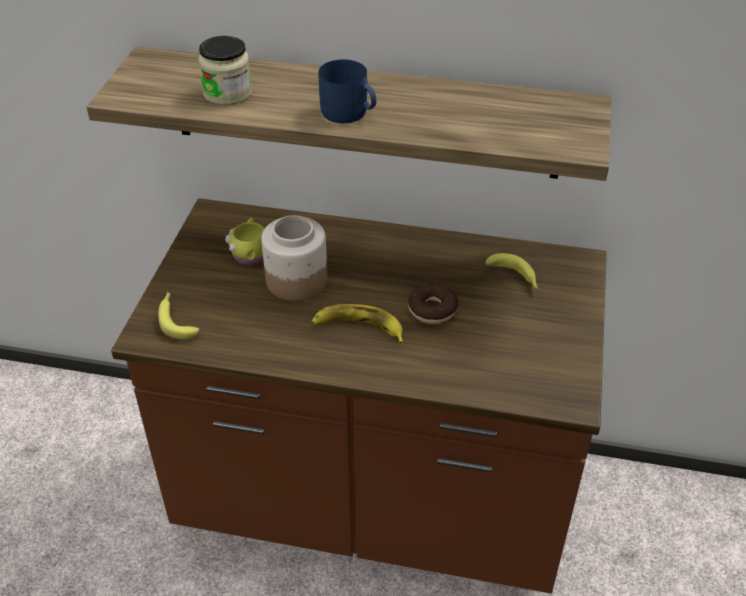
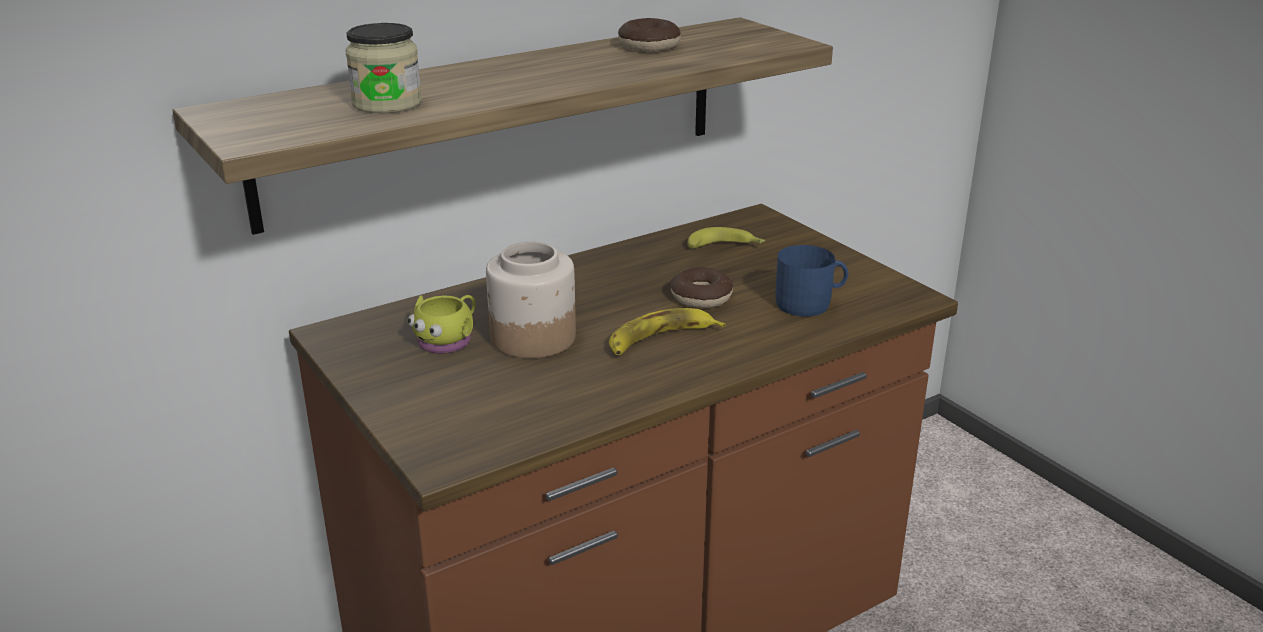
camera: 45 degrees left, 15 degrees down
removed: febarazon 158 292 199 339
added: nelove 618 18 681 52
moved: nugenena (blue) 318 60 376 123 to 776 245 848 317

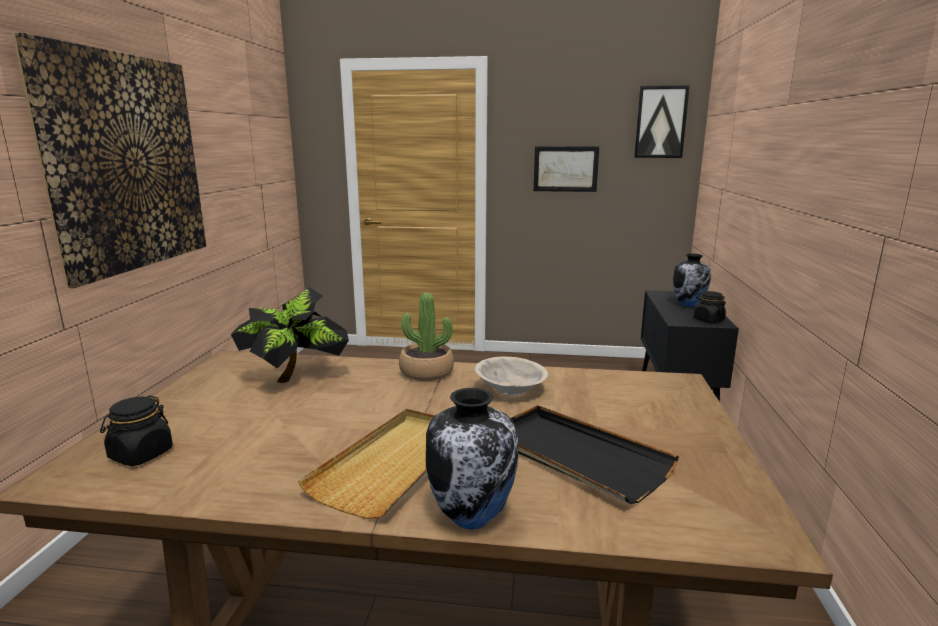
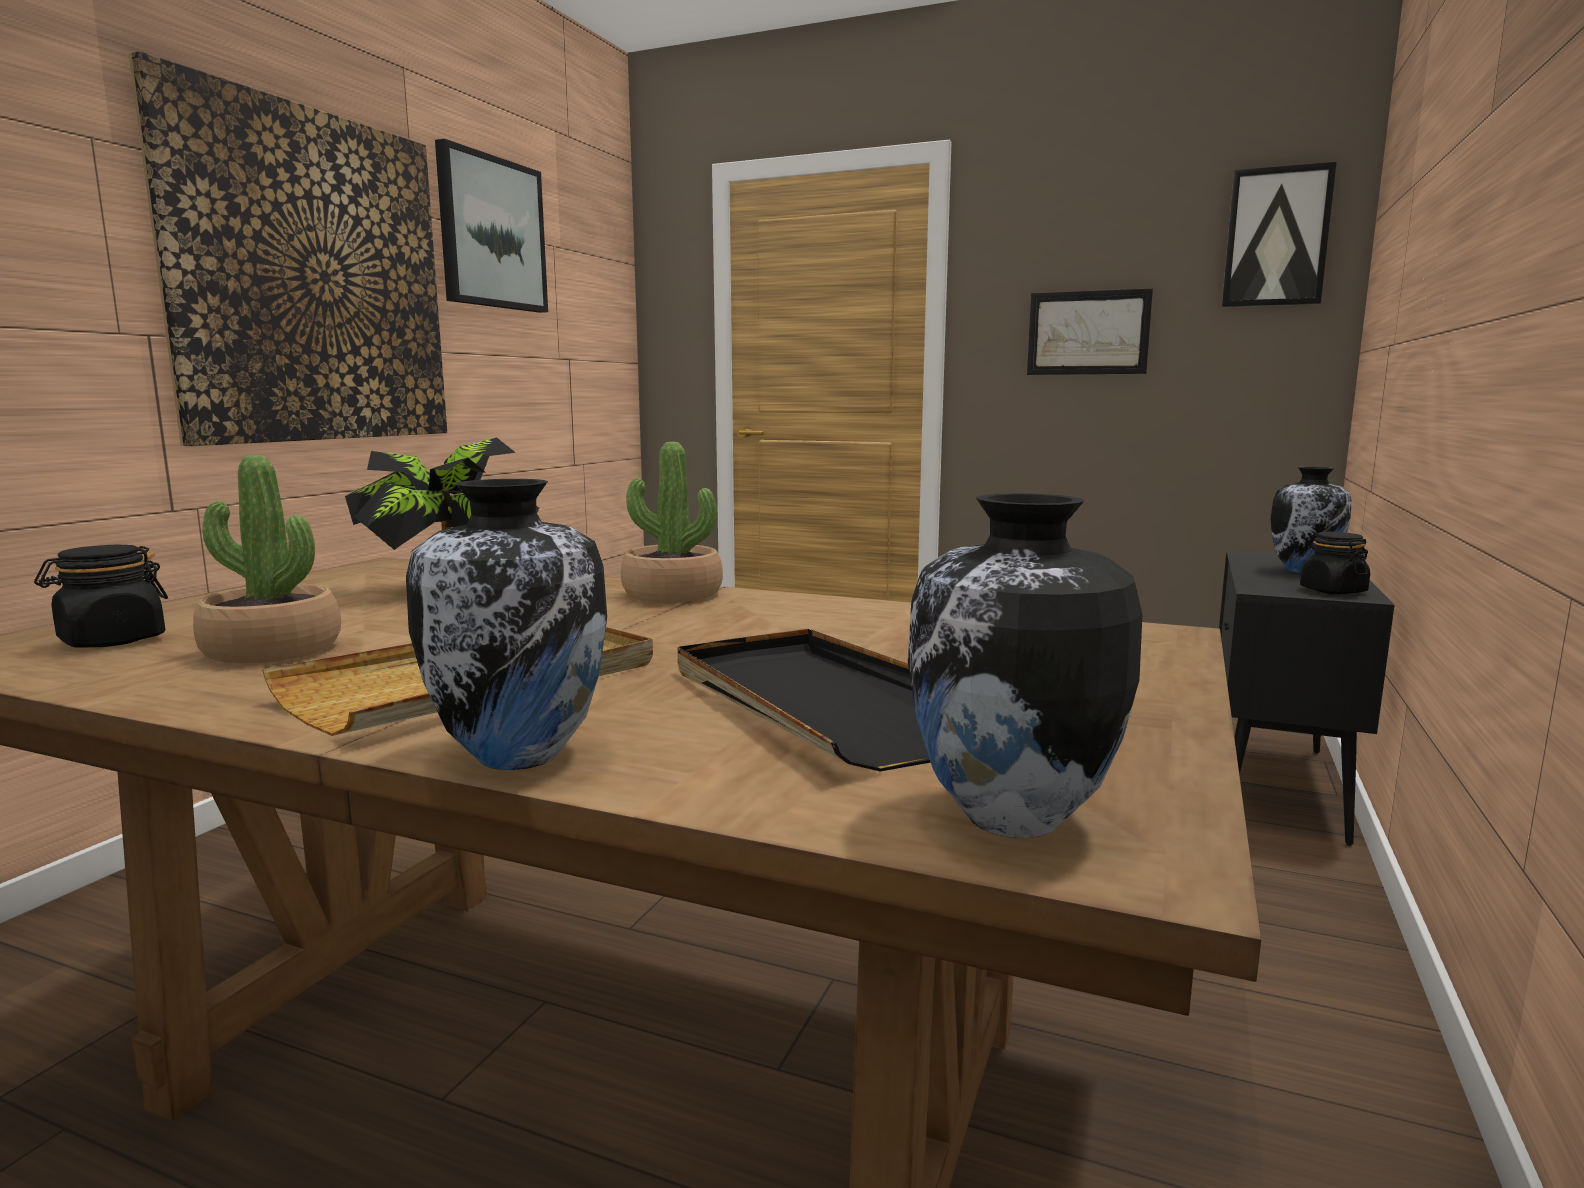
camera: 15 degrees right, 5 degrees down
removed: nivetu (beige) 475 357 548 396
added: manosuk 193 455 341 664; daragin 435 139 548 313; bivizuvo 908 493 1142 838

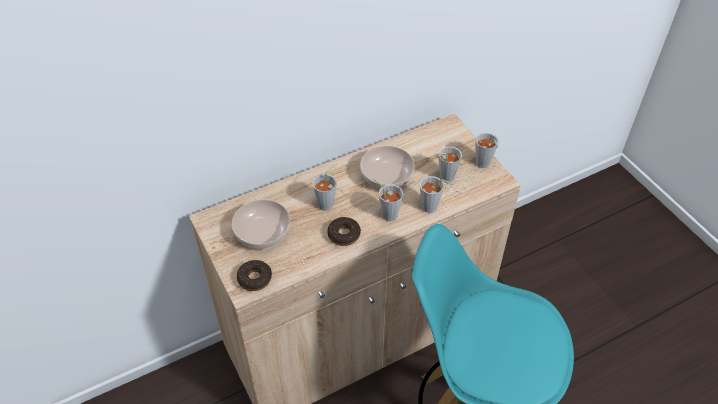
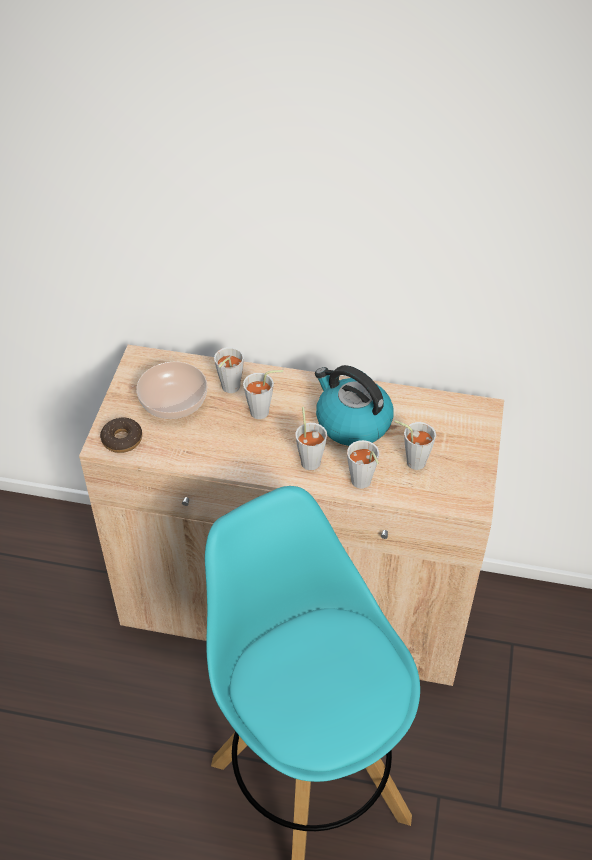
camera: 40 degrees right, 0 degrees up
removed: nelove 327 217 361 246
moved: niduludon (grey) 475 133 499 168 to 214 347 244 393
replaced: nivetu 360 146 415 189 to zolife 315 365 393 446

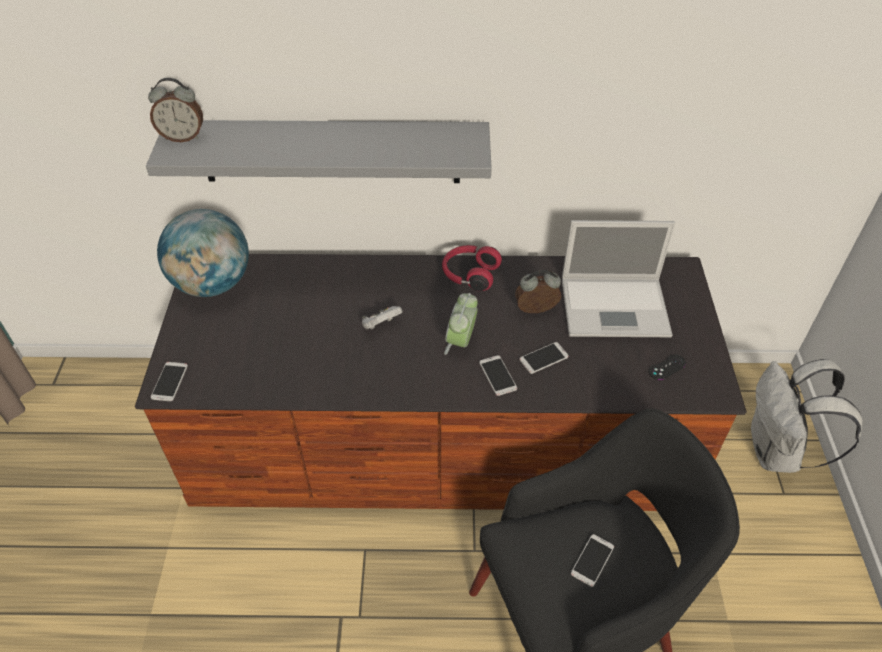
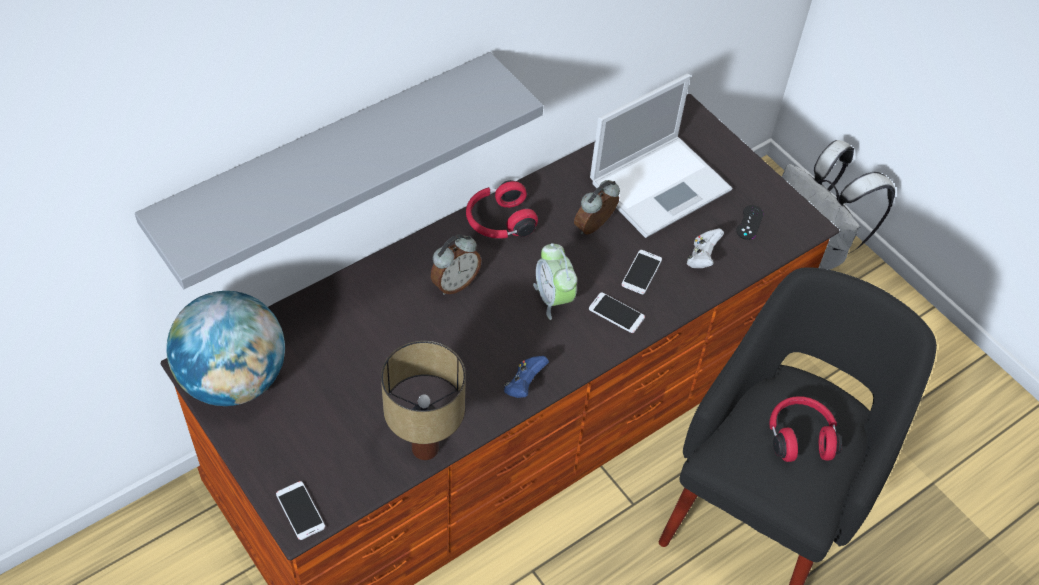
camera: 40 degrees left, 5 degrees up
added: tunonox 381 341 466 460; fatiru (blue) 504 356 549 398
moved: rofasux 148 78 203 142 to 430 235 481 295; fatiru (white) 362 306 402 330 to 687 229 724 268
replaced: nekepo 571 534 614 587 to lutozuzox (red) 769 396 842 462

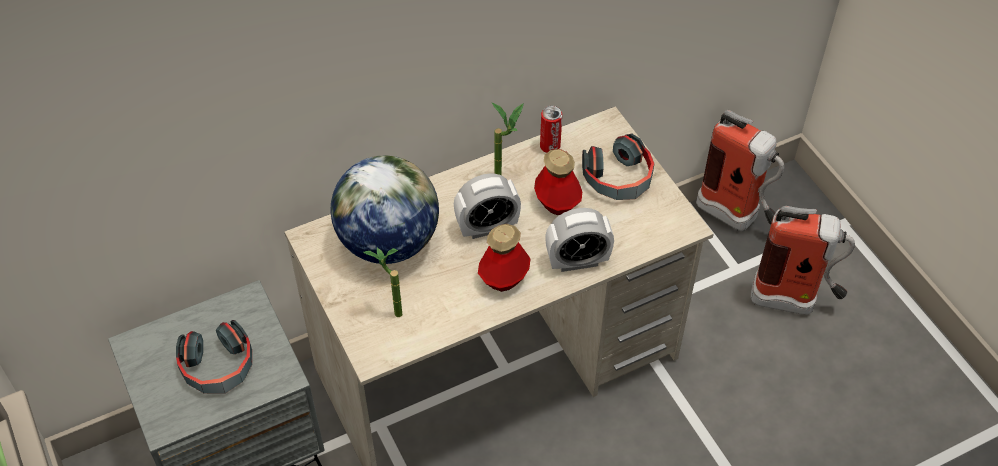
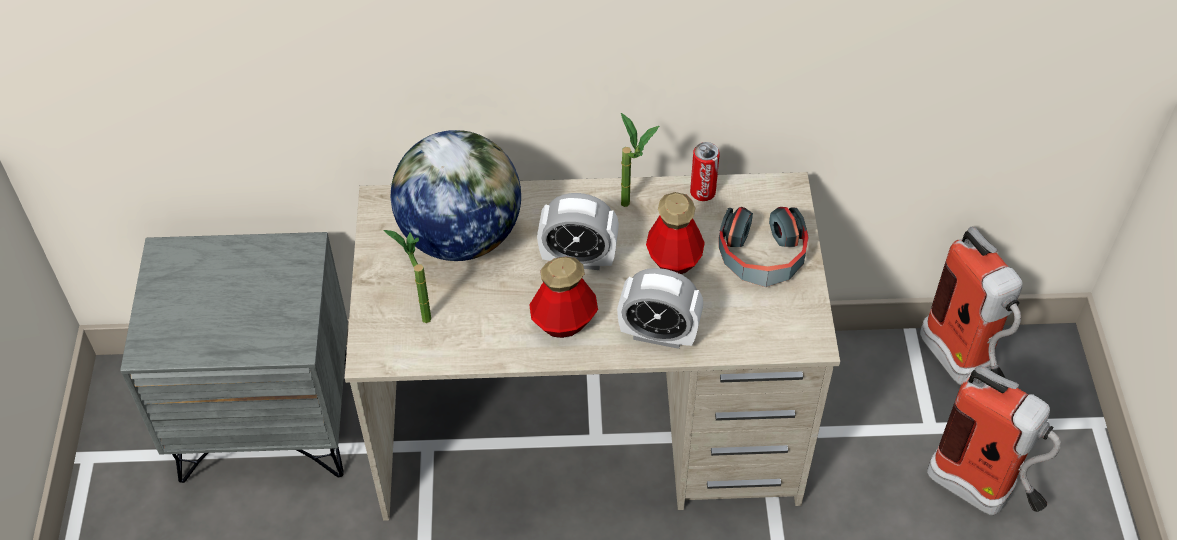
camera: 25 degrees right, 0 degrees up
removed: lutozuzox 176 320 252 394

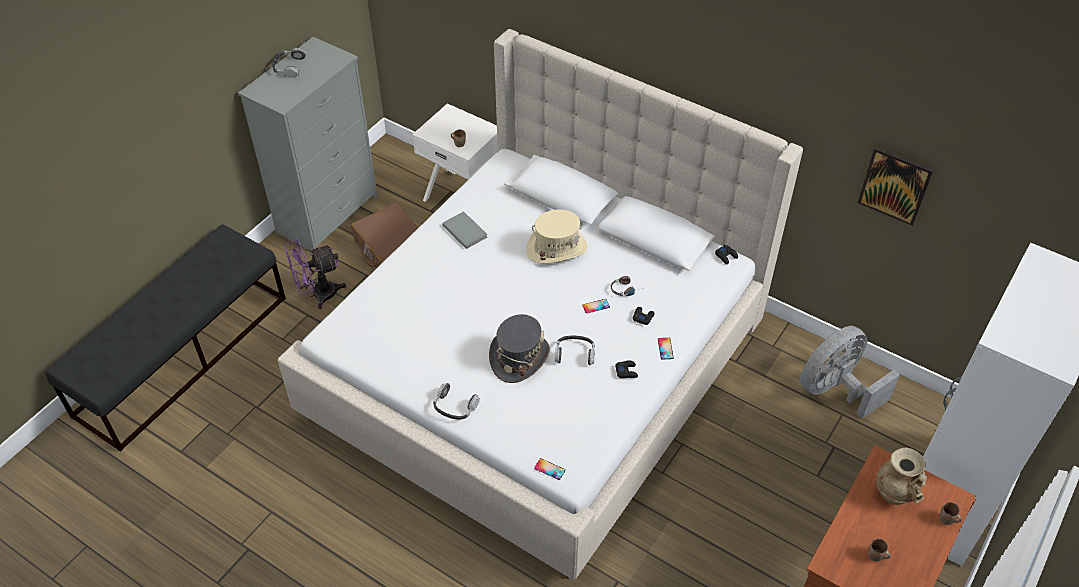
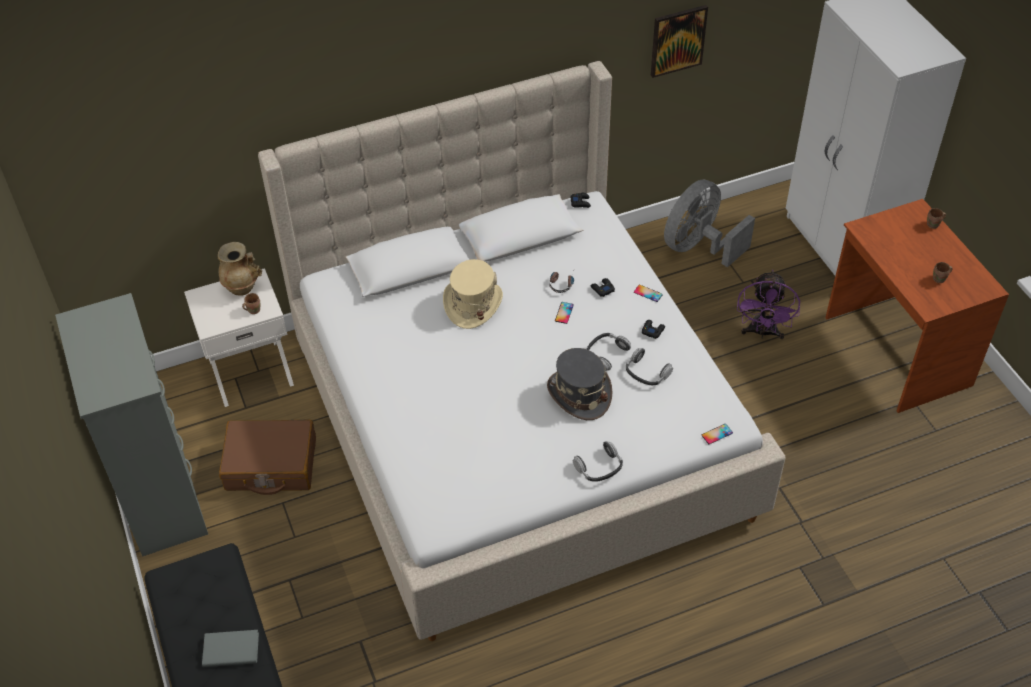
camera: 55 degrees left, 0 degrees up
moved: lutozuzox 272 48 306 78 to 626 348 673 385; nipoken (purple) 284 238 346 309 to 737 270 800 339; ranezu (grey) 442 211 487 249 to 202 630 259 667; bivizuvo (beige) 876 448 927 505 to 218 242 262 296
turned: nipoken (grey) 800 326 900 419 = 664 180 755 267 45 degrees clockwise

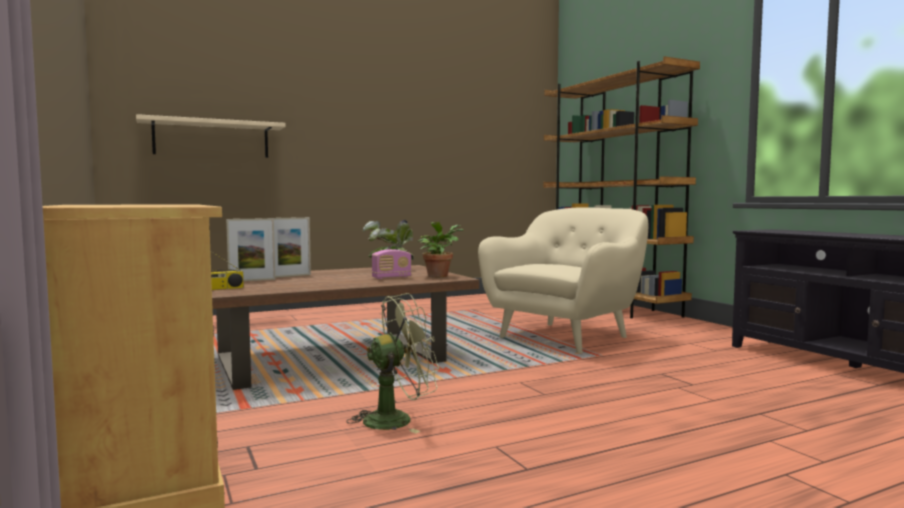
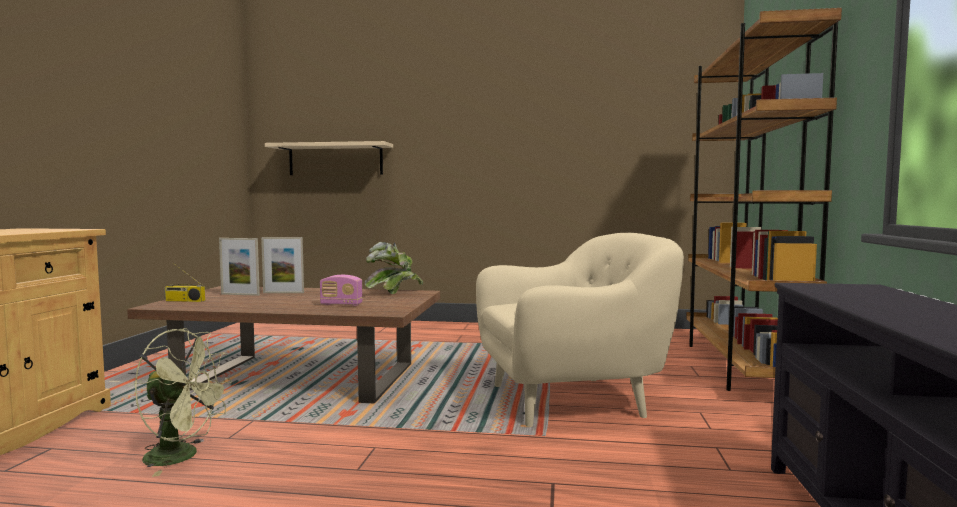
camera: 35 degrees right, 0 degrees up
removed: manosuk 417 222 463 277

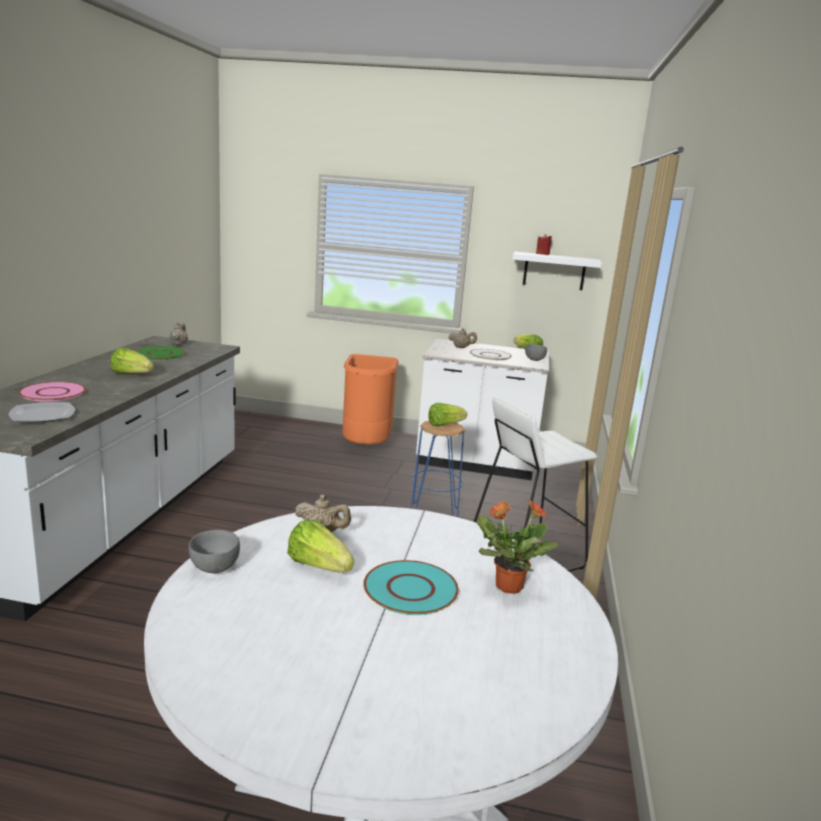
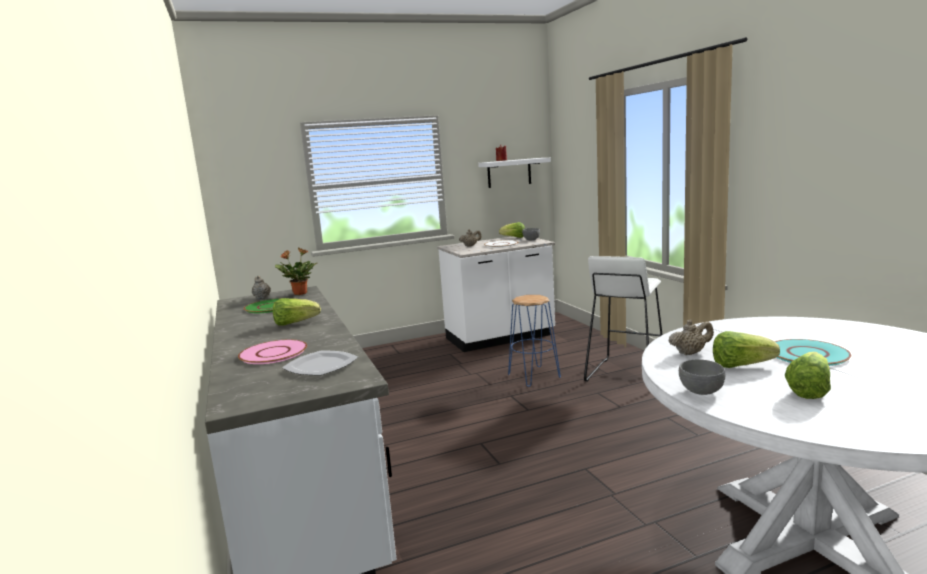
camera: 30 degrees left, 5 degrees down
removed: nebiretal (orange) 342 354 399 445
moved: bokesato 428 403 467 426 to 785 352 831 399; manosuk 476 500 559 594 to 275 247 317 295

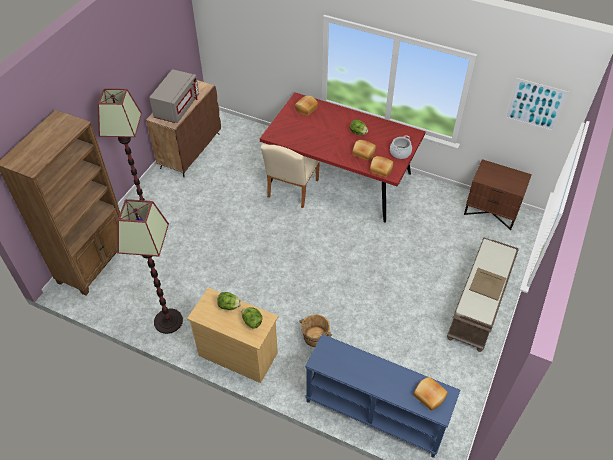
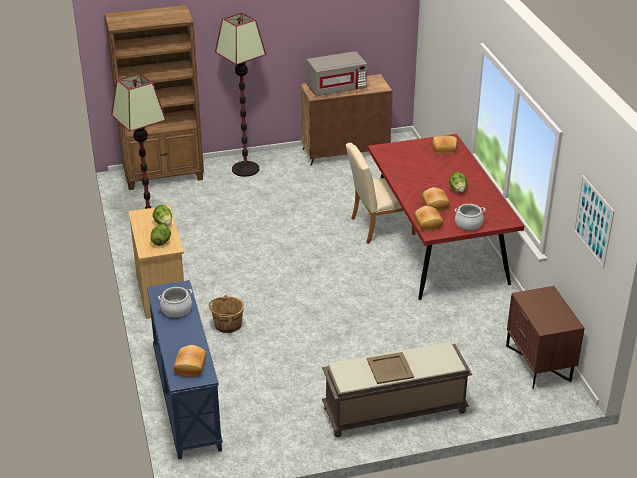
camera: 50 degrees right, 15 degrees down
added: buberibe 158 287 192 318

